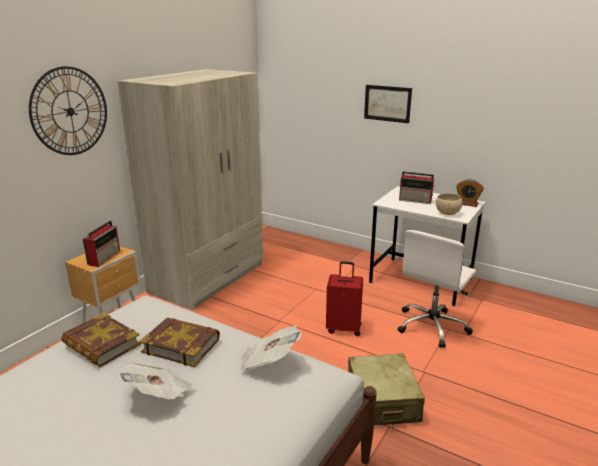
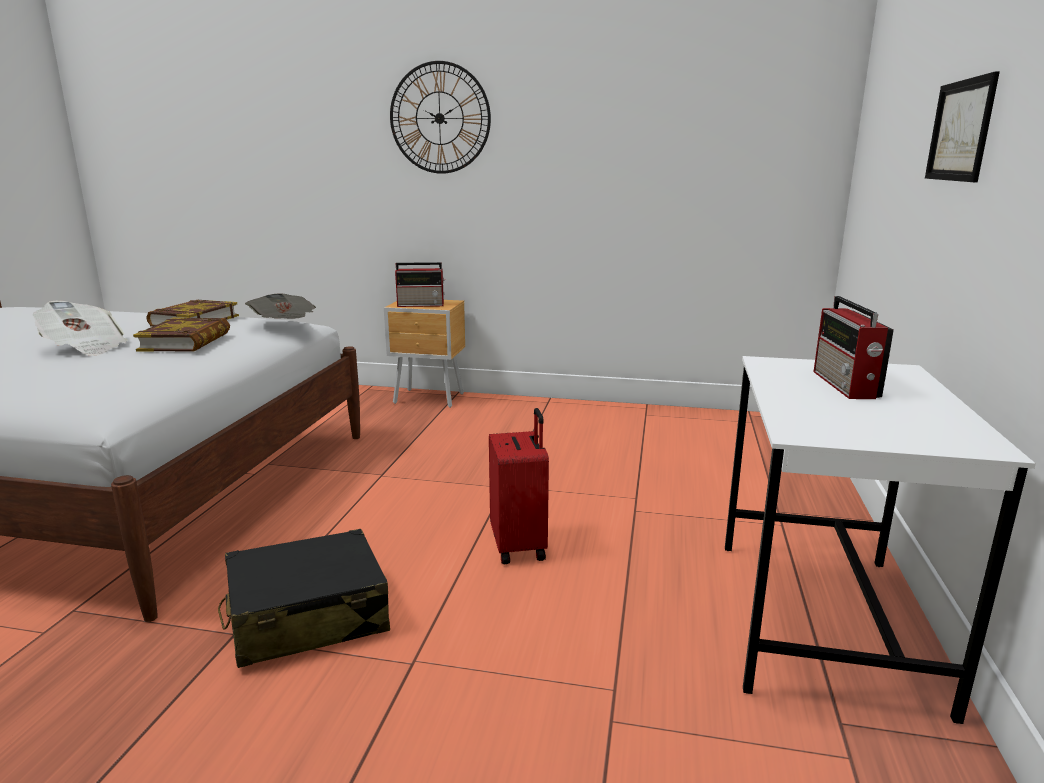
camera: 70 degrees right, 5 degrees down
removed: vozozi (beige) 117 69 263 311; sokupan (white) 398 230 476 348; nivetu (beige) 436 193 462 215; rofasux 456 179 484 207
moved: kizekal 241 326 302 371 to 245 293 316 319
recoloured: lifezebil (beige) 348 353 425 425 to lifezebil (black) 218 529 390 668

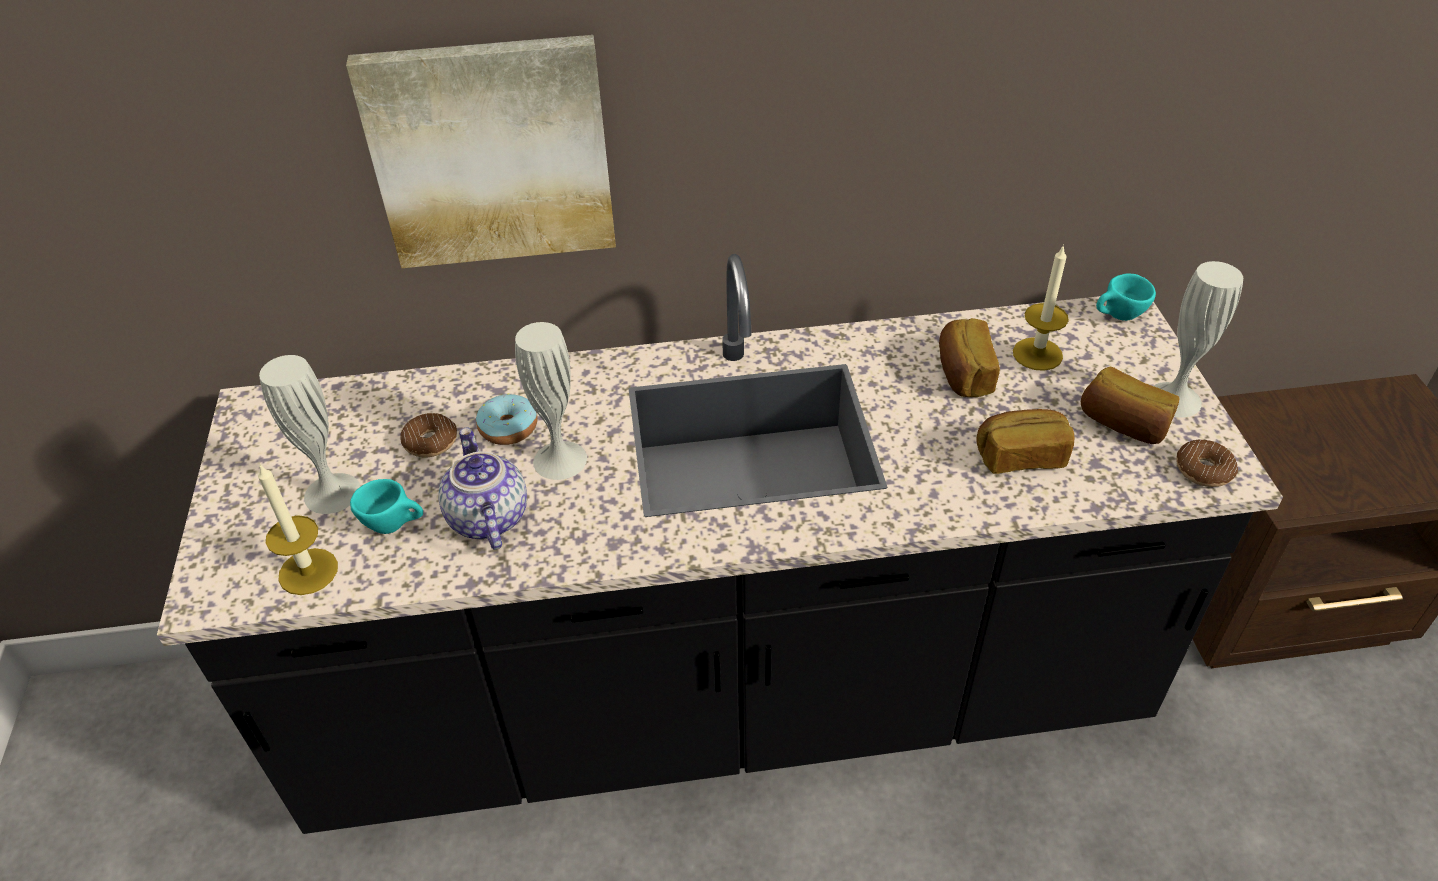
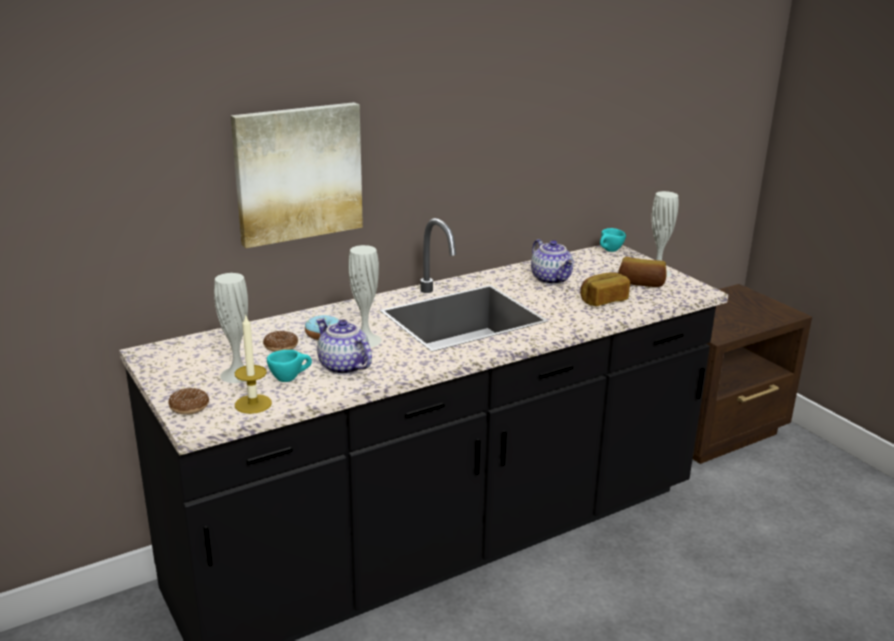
camera: 25 degrees left, 20 degrees down
removed: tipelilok 1013 244 1069 371
moved: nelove 1176 439 1238 487 to 168 388 209 415
replaced: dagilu 939 318 1000 397 to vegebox 531 239 574 285

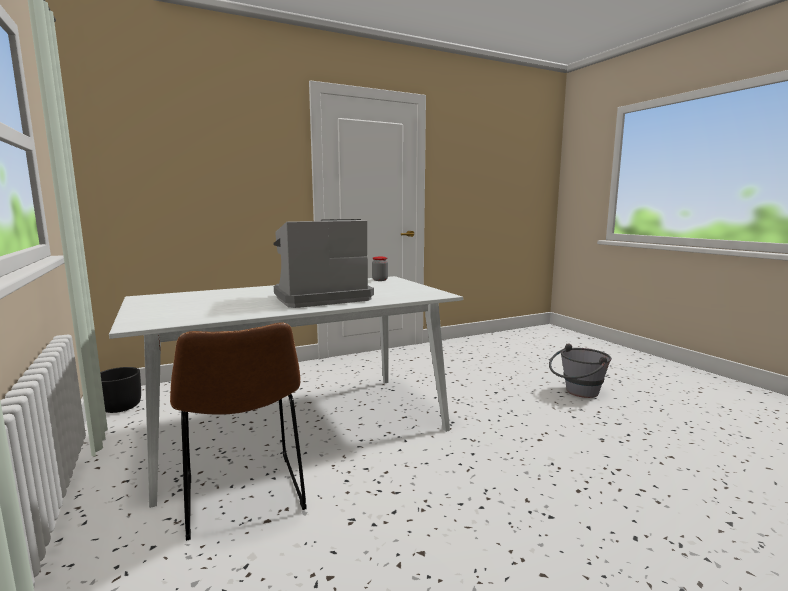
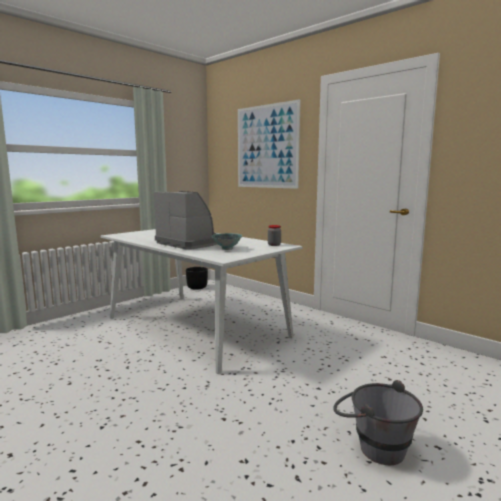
camera: 70 degrees right, 0 degrees up
removed: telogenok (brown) 170 322 306 541
added: nivetu 212 233 242 250; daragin 238 99 301 189

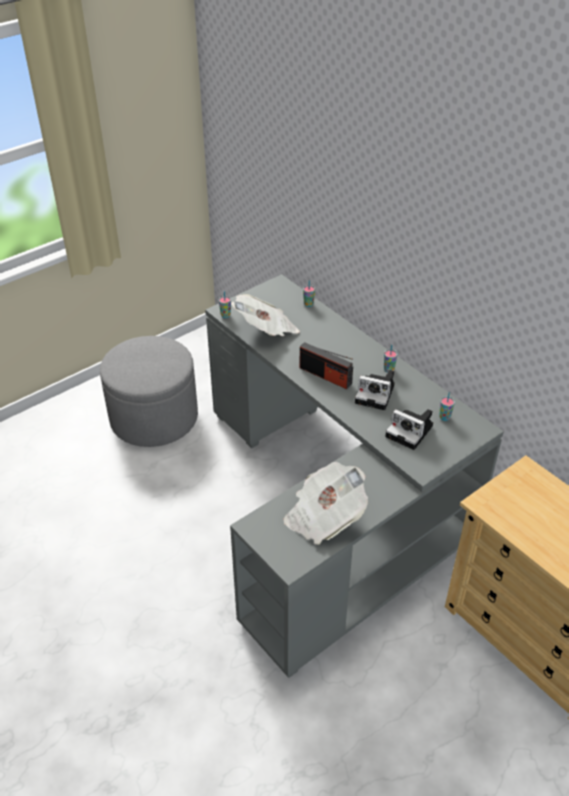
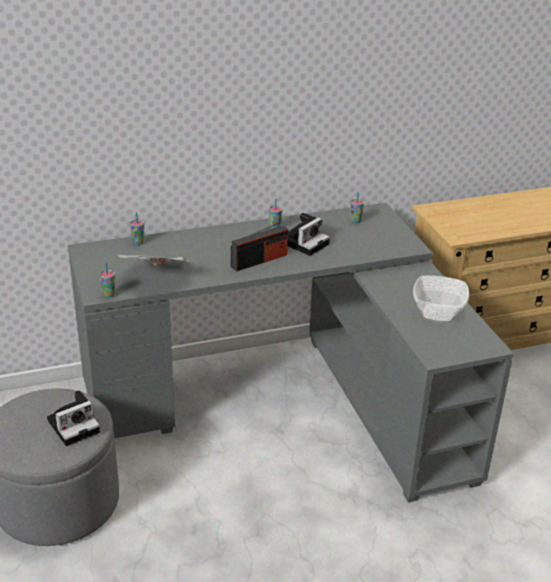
camera: 70 degrees left, 10 degrees down
moved: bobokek 385 409 433 450 to 47 390 100 446
replaced: kizekal 284 462 368 545 to nivetu 413 275 469 323

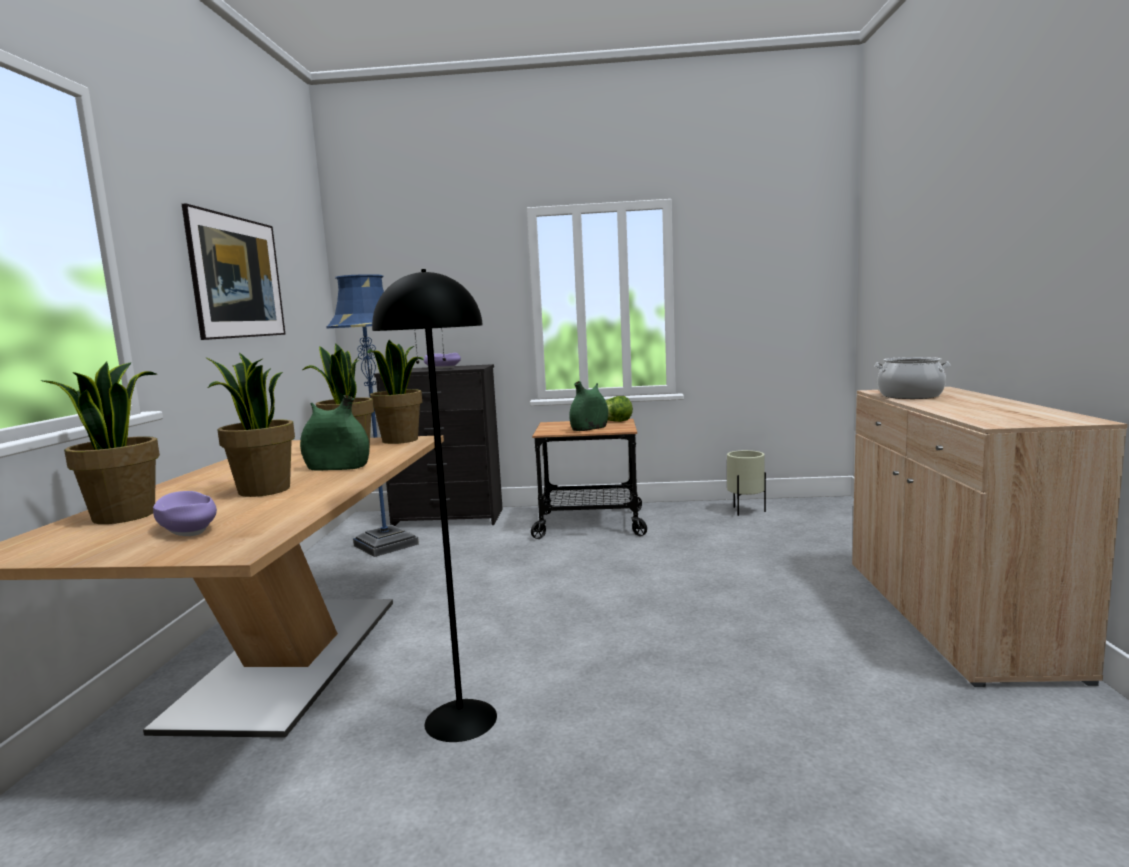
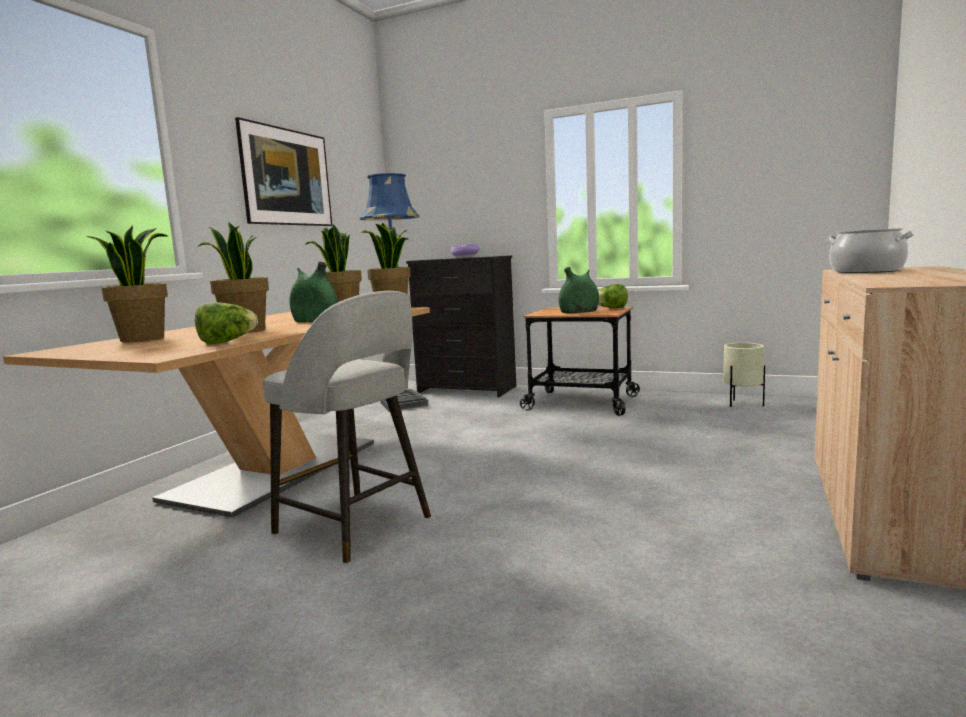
camera: 20 degrees right, 0 degrees up
removed: nivetu (purple) 153 491 217 536
added: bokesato 195 302 258 344
replaced: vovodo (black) 372 269 497 742 to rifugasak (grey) 263 291 431 564

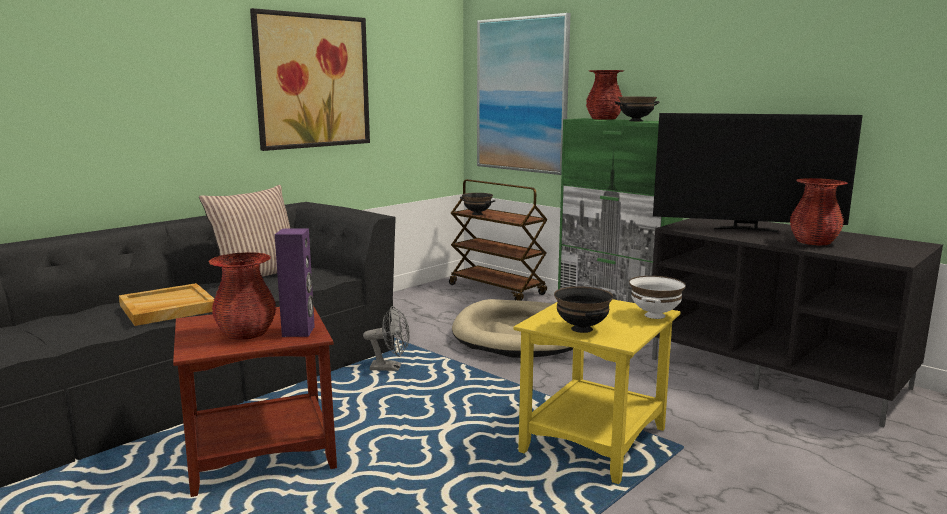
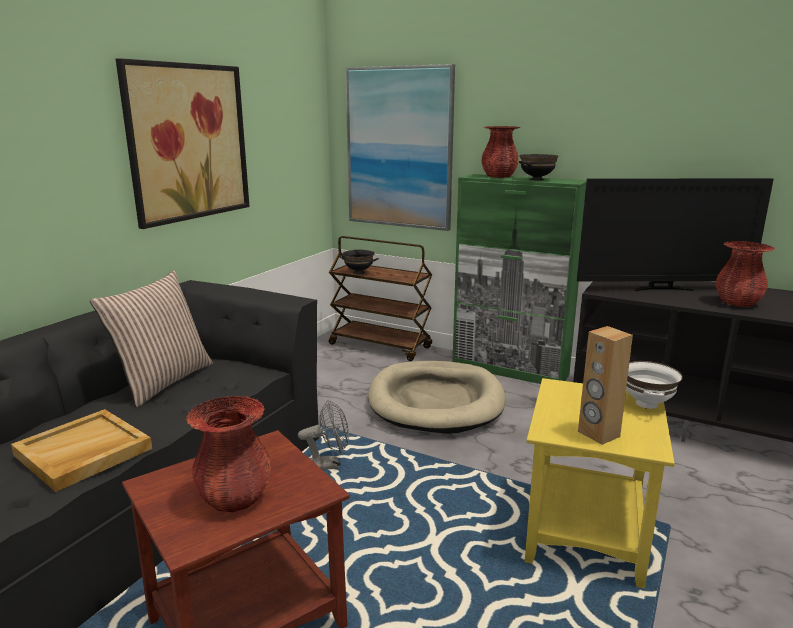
camera: 15 degrees left, 5 degrees up
removed: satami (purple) 275 228 315 337
replaced: nivetu (black) 554 286 613 333 to satami (brown) 578 326 633 445

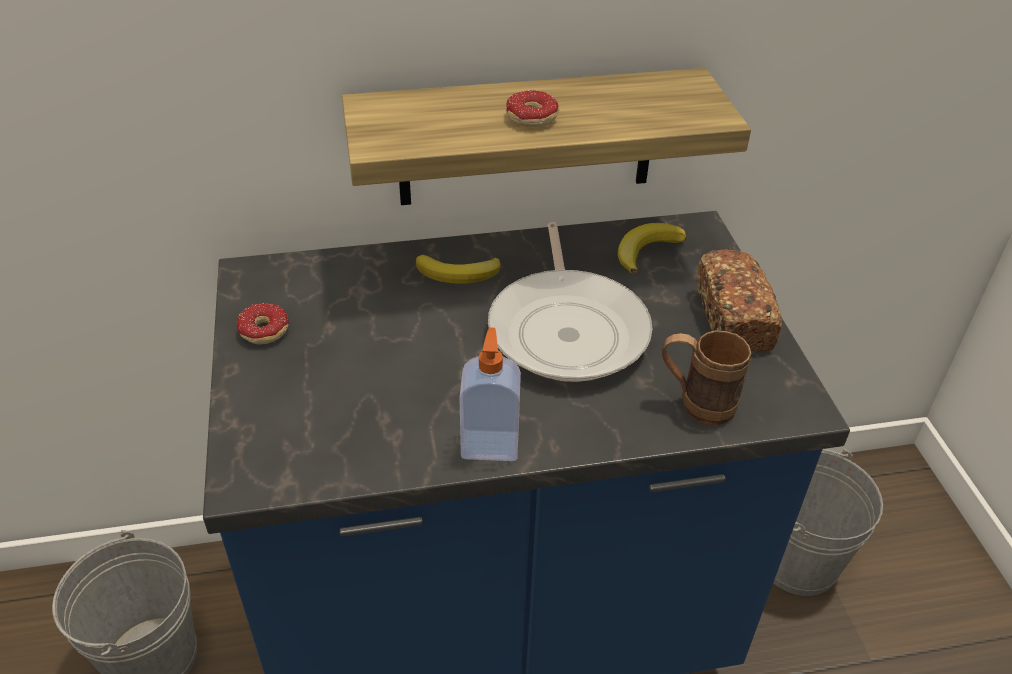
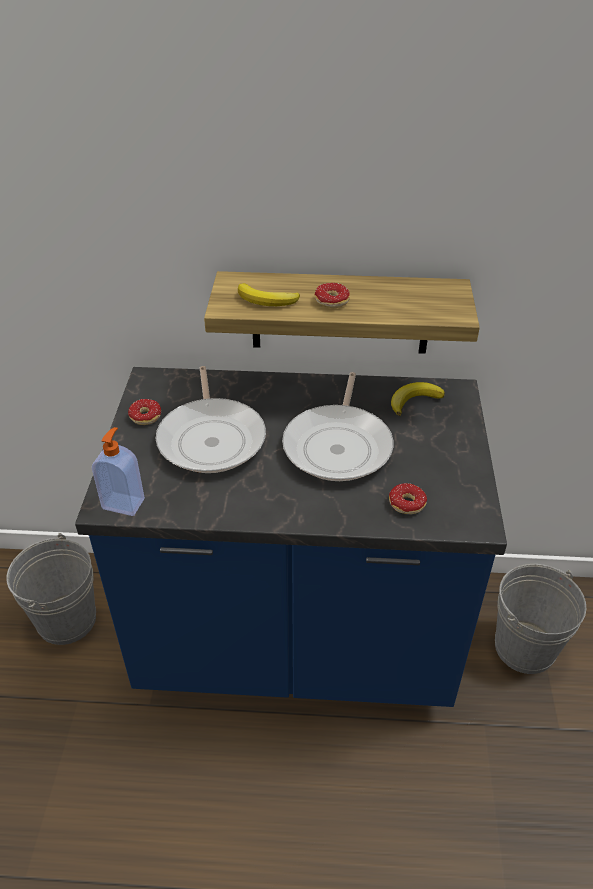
camera: 15 degrees right, 0 degrees up
removed: dagilu 696 249 782 352
added: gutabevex 156 366 266 473
moved: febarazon 416 255 501 284 to 238 283 300 306; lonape 459 328 521 461 to 92 427 145 516
replaced: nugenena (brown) 662 330 752 426 to nelove 389 483 427 514

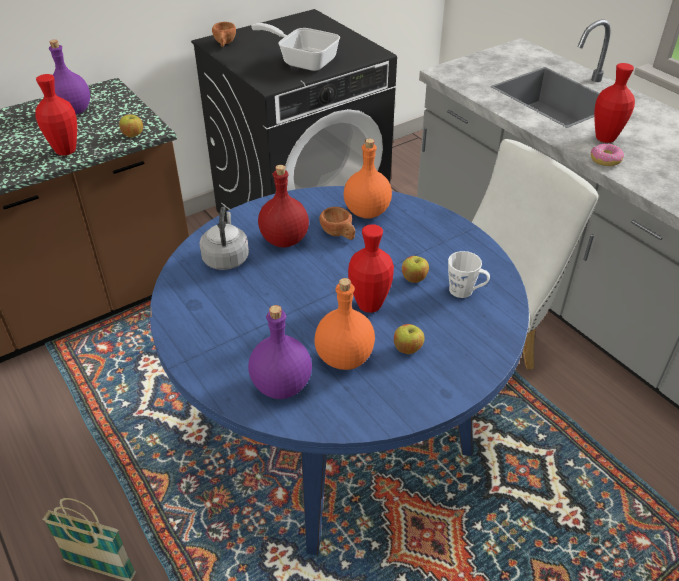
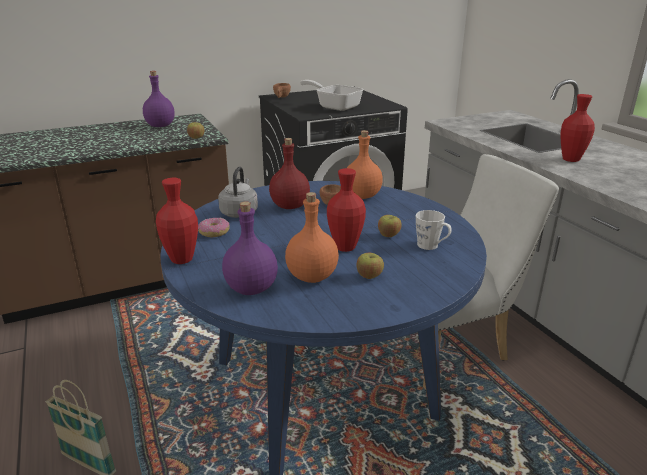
camera: 10 degrees right, 15 degrees down
moved: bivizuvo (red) 35 74 77 156 to 156 178 198 264; nelove 590 143 624 166 to 198 217 230 237

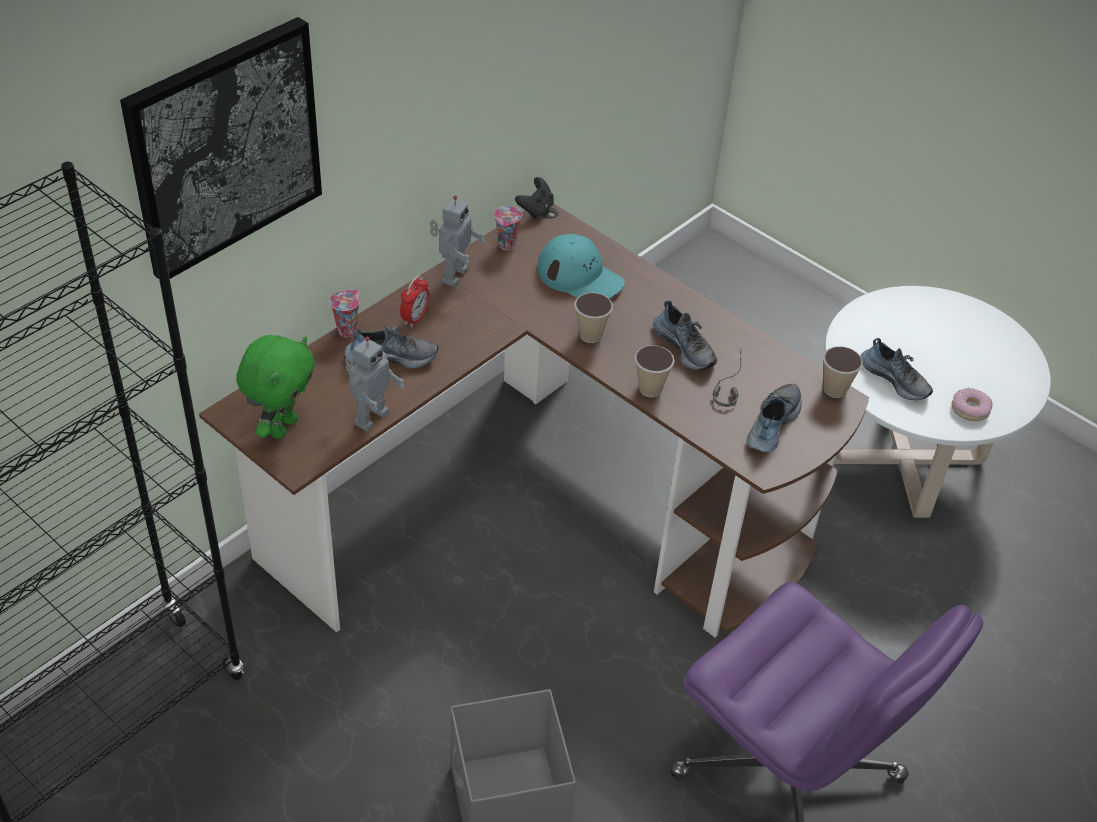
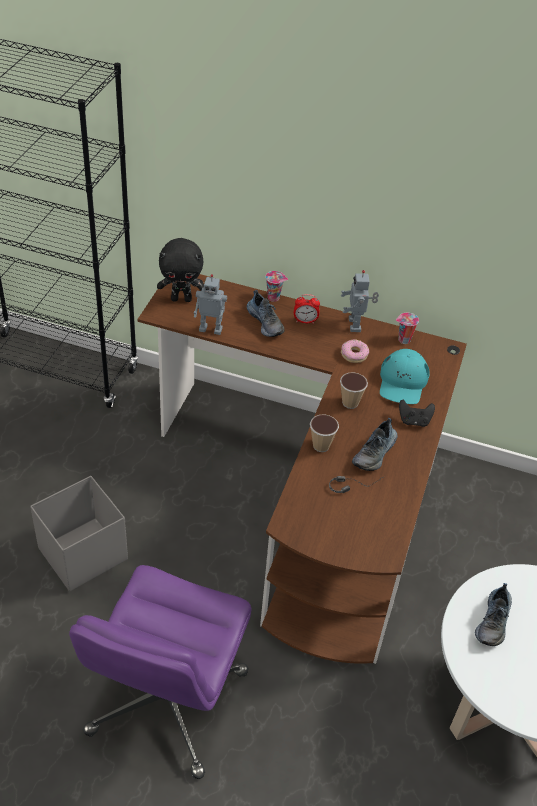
camera: 65 degrees right, 0 degrees up
removed: daragin 120 17 322 279; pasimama 747 384 802 453; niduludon 823 346 863 398
moved: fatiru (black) 515 177 554 219 to 399 400 435 427; nelove 951 388 992 421 to 341 339 369 363
recoloured: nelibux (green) 236 335 315 439 to nelibux (black) 157 238 204 302
turned: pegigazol 430 195 485 287 = 341 270 379 332 90 degrees clockwise

